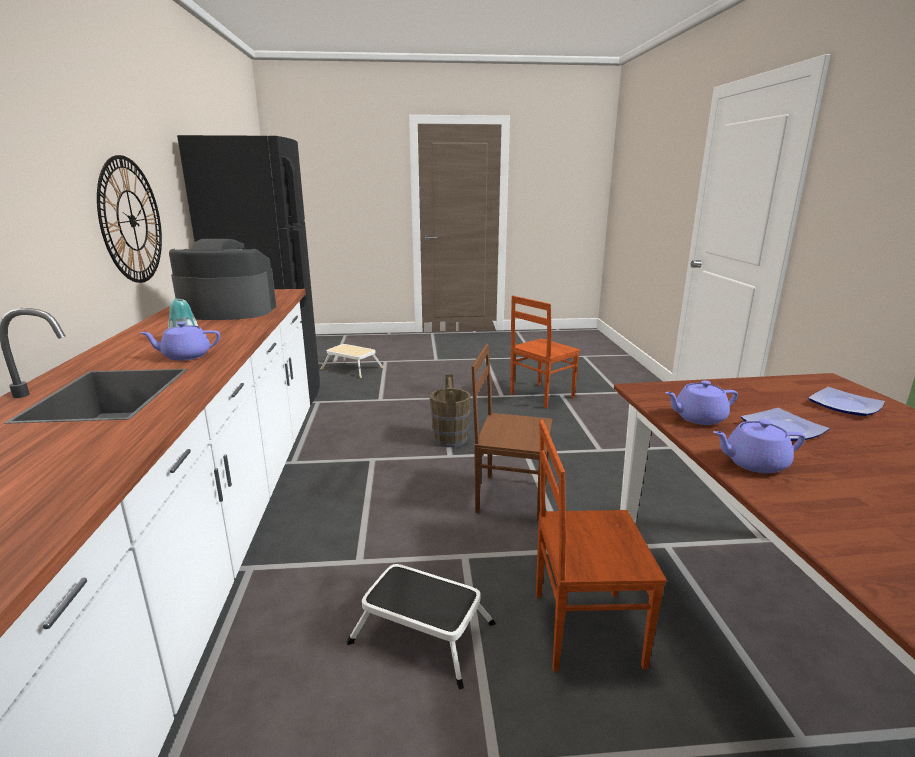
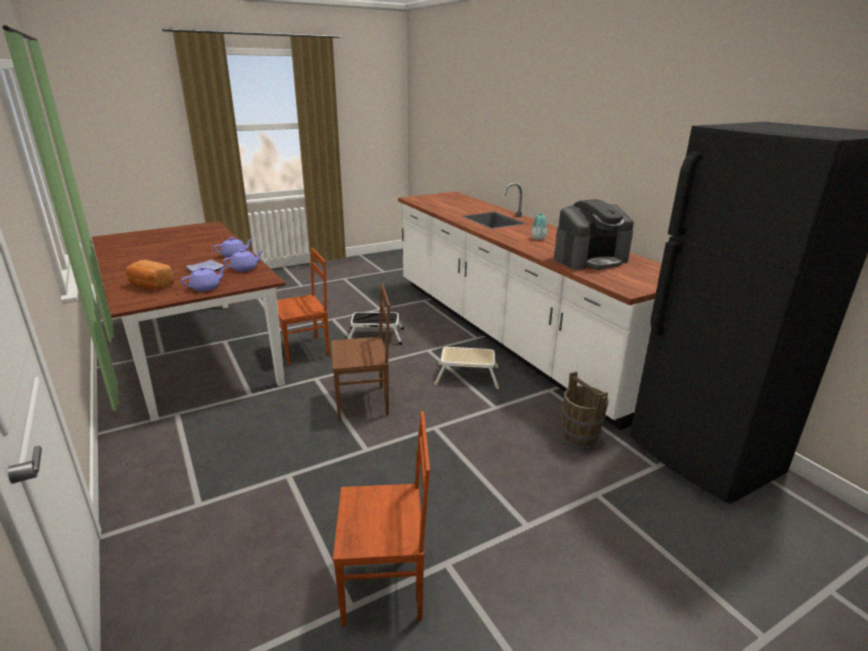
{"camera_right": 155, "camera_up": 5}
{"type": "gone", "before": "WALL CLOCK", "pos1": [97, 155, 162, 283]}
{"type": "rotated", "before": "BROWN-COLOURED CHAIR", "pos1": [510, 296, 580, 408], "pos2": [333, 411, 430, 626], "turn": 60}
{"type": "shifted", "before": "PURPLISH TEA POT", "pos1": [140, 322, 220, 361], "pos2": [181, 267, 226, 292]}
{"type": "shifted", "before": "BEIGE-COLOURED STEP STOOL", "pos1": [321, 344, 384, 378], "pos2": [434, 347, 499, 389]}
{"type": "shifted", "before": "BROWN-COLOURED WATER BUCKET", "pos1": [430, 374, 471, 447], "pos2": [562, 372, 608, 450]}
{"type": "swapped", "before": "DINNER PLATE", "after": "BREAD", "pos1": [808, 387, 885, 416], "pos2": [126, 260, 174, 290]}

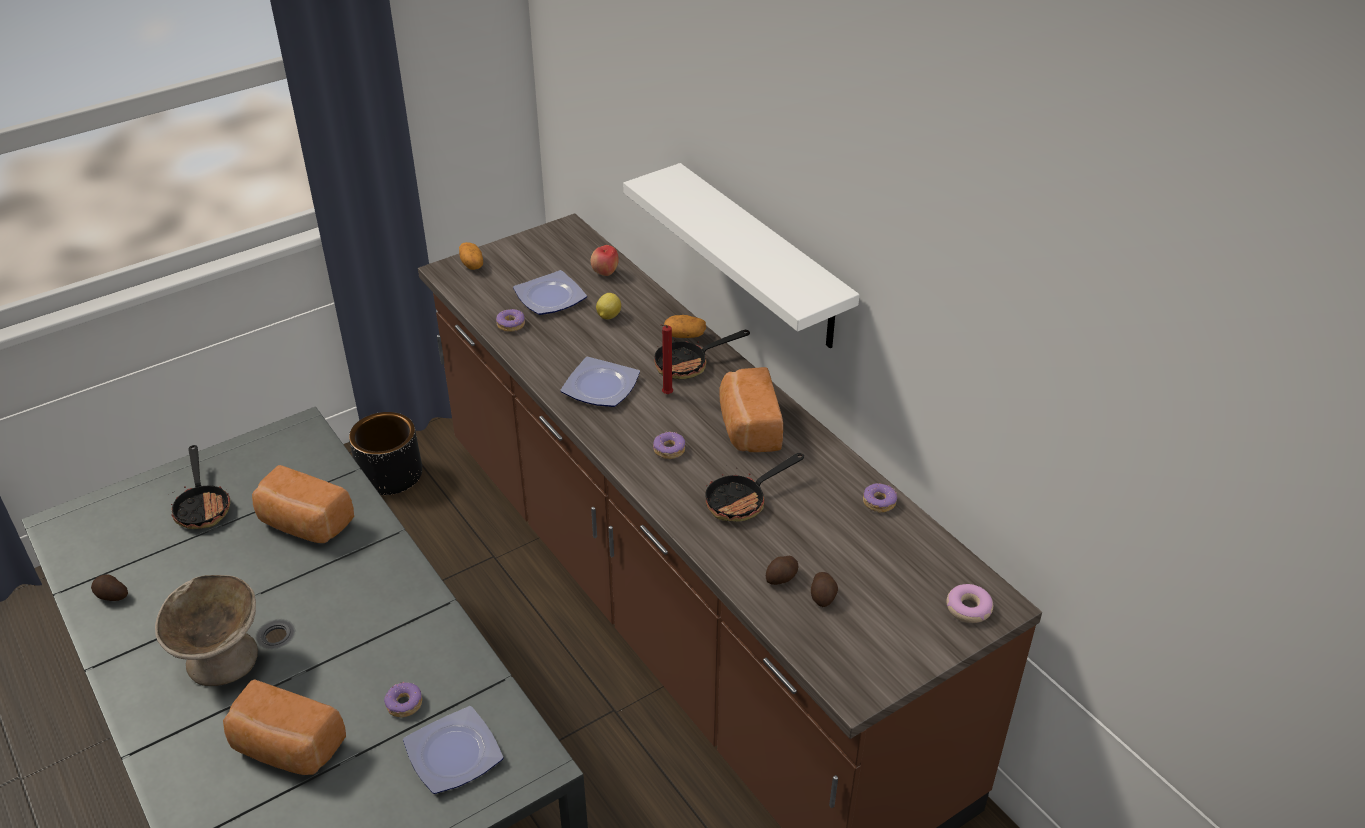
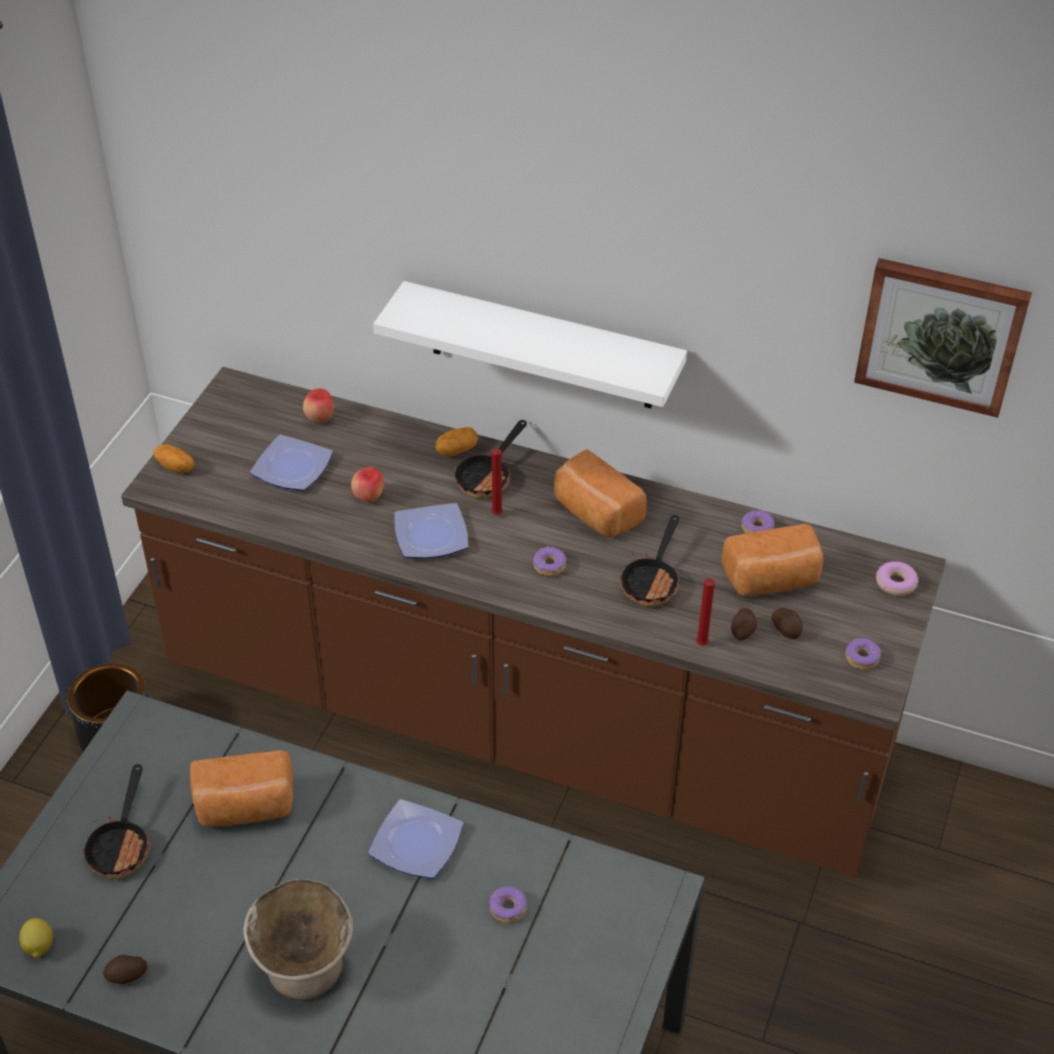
{"camera_right": -35, "camera_up": 5}
{"type": "shifted", "before": "WHOLE LEMON", "pos1": [596, 293, 621, 319], "pos2": [19, 918, 53, 958]}
{"type": "shifted", "before": "RING DOUGHNUT", "pos1": [496, 309, 525, 332], "pos2": [846, 638, 881, 670]}
{"type": "rotated", "before": "FRYING PAN", "pos1": [168, 445, 230, 529], "pos2": [82, 764, 150, 879], "turn": 60}
{"type": "shifted", "before": "BREAD", "pos1": [223, 679, 346, 775], "pos2": [722, 524, 823, 596]}
{"type": "shifted", "before": "DINNER PLATE", "pos1": [403, 706, 503, 794], "pos2": [368, 799, 464, 879]}
{"type": "new", "after": "PICTURE", "pos2": [854, 258, 1032, 418]}
{"type": "new", "after": "WHOLE APPLE", "pos2": [351, 467, 384, 503]}
{"type": "new", "after": "REDDISH WAX LIGHT", "pos2": [696, 569, 715, 646]}

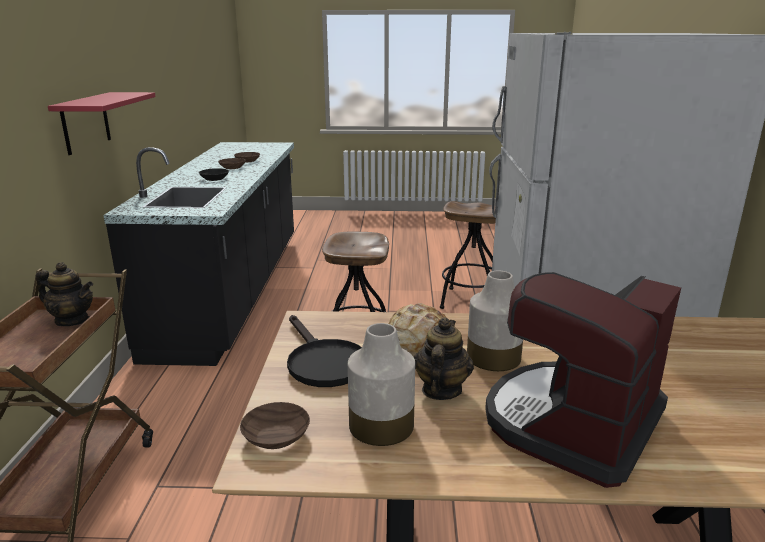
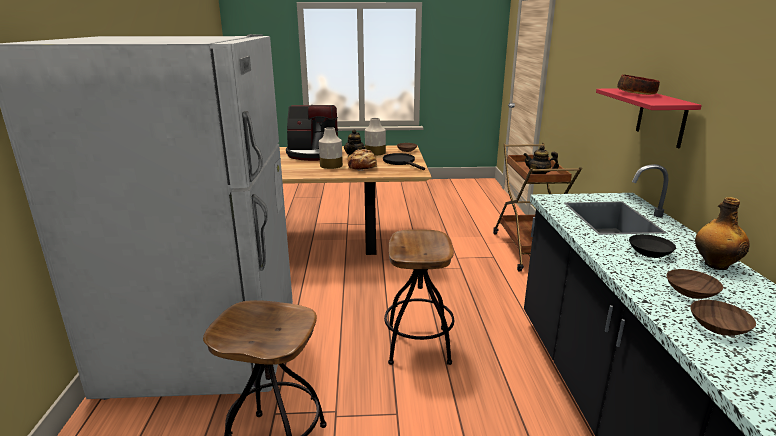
{"camera_right": 175, "camera_up": 0}
{"type": "rotated", "before": "COFFEE MACHINE", "pos1": [485, 272, 681, 488], "pos2": [286, 105, 338, 161], "turn": 60}
{"type": "new", "after": "BOWL", "pos2": [617, 75, 660, 95]}
{"type": "new", "after": "DRINK BOTTLE", "pos2": [695, 197, 750, 270]}

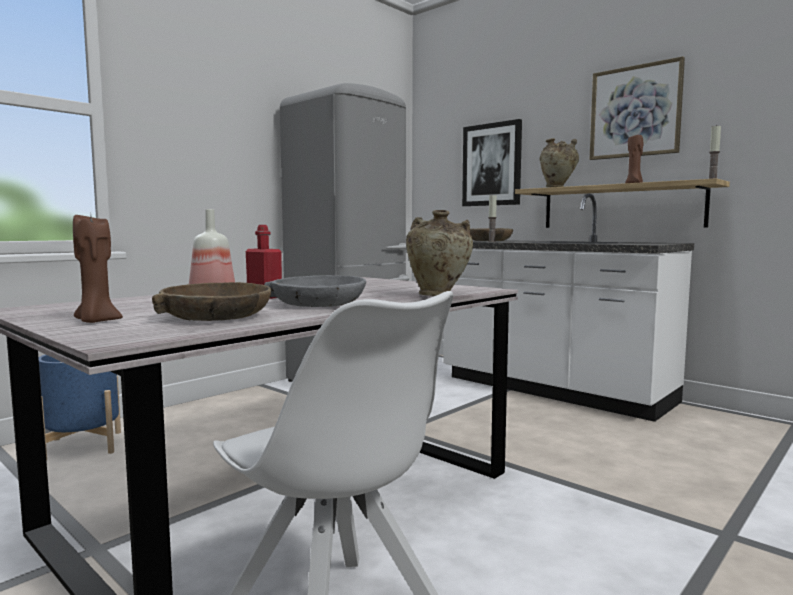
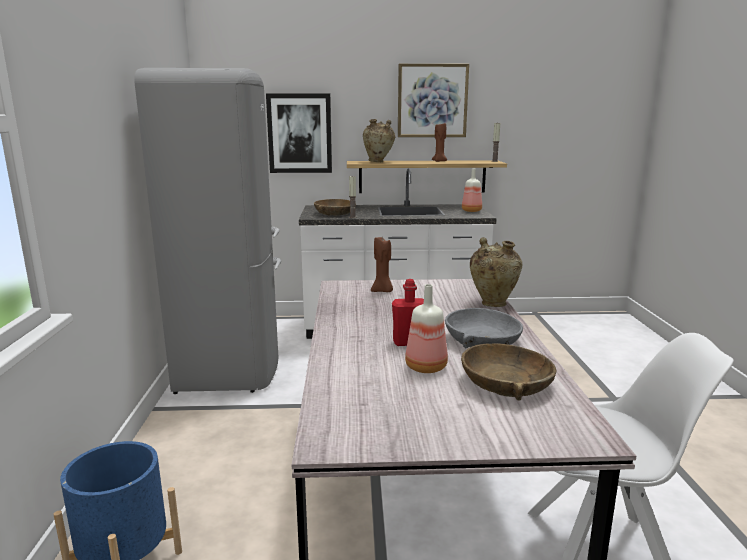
{"camera_right": -45, "camera_up": 10}
{"type": "shifted", "before": "BROWN-COLOURED WAX LIGHT", "pos1": [73, 215, 123, 323], "pos2": [371, 237, 393, 292]}
{"type": "new", "after": "DRINK BOTTLE", "pos2": [462, 169, 482, 212]}

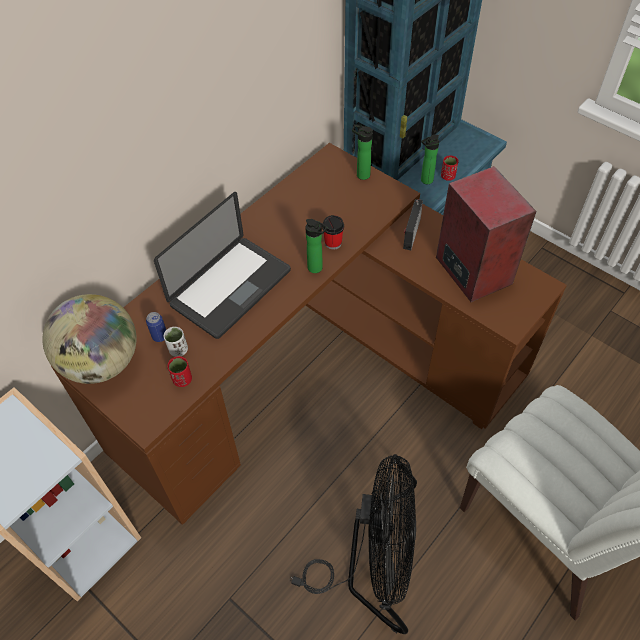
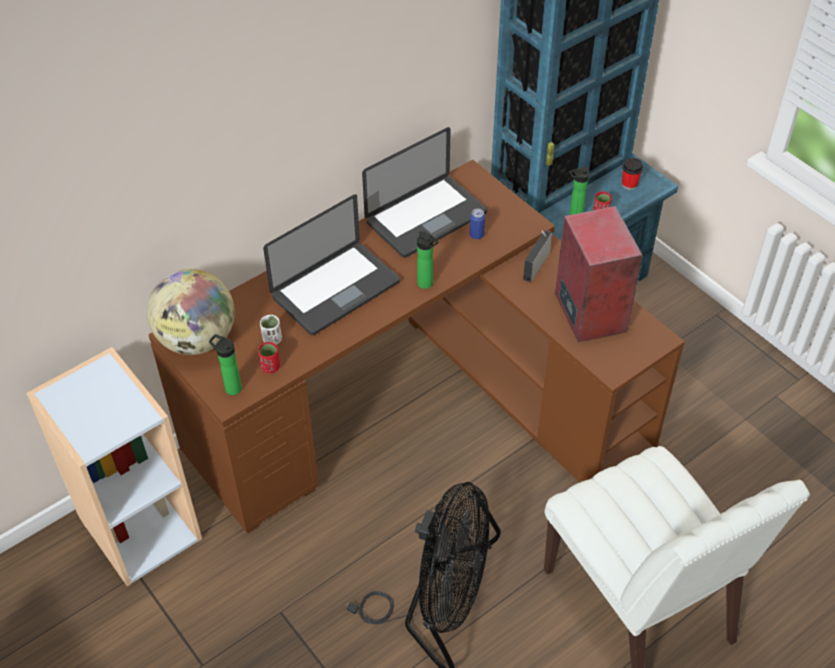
{"camera_right": 10, "camera_up": -5}
{"type": "shifted", "before": "DRINK BOTTLE", "pos1": [352, 124, 373, 180], "pos2": [209, 334, 242, 395]}
{"type": "shifted", "before": "DRINKING CUP", "pos1": [322, 215, 344, 250], "pos2": [622, 158, 643, 190]}
{"type": "shifted", "before": "CAN", "pos1": [146, 312, 166, 342], "pos2": [470, 209, 485, 239]}
{"type": "new", "after": "PORTABLE COMPUTER", "pos2": [362, 127, 487, 258]}

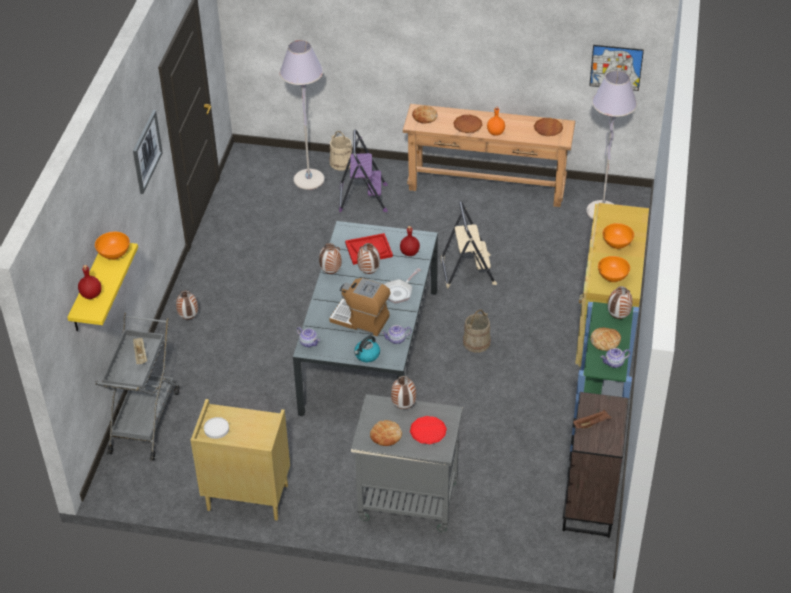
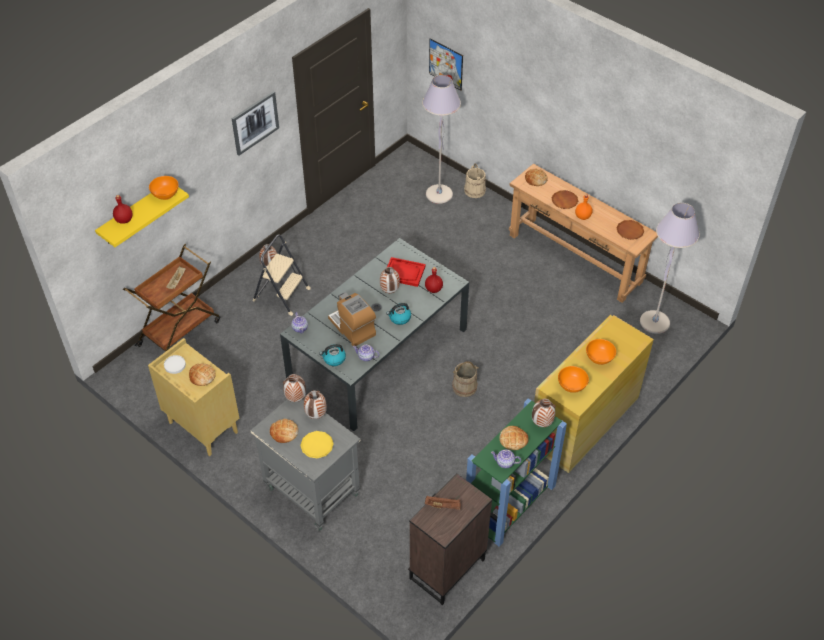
{"camera_right": 30, "camera_up": 5}
{"type": "shifted", "before": "PICTURE", "pos1": [589, 45, 644, 91], "pos2": [429, 38, 463, 91]}
{"type": "gone", "before": "PURPLISH STEP STOOL", "pos1": [339, 130, 388, 212]}
{"type": "shifted", "before": "BEIGE-COLOURED STEP STOOL", "pos1": [441, 201, 497, 288], "pos2": [253, 234, 311, 316]}
{"type": "shifted", "before": "VASE", "pos1": [319, 243, 342, 274], "pos2": [283, 374, 306, 402]}
{"type": "swapped", "before": "FRYING PAN", "after": "WATER KETTLE", "pos1": [384, 268, 421, 304], "pos2": [386, 303, 411, 325]}
{"type": "repainted", "before": "GREY CART", "after": "BROWN-COLOURED CART", "pos1": [95, 313, 180, 460], "pos2": [123, 244, 220, 352]}
{"type": "repainted", "before": "REDDISH DINNER PLATE", "after": "YELLOW-COLOURED DINNER PLATE", "pos1": [410, 416, 447, 444], "pos2": [300, 431, 334, 458]}
{"type": "new", "after": "BREAD", "pos2": [189, 363, 216, 386]}

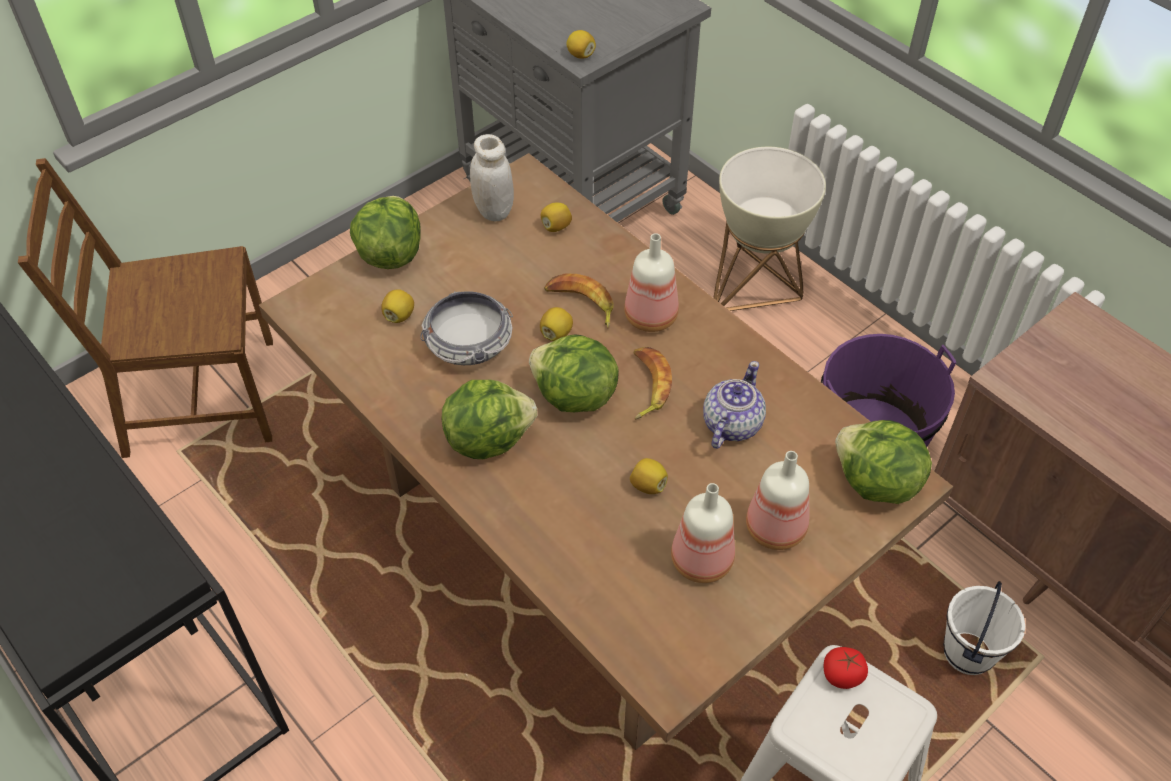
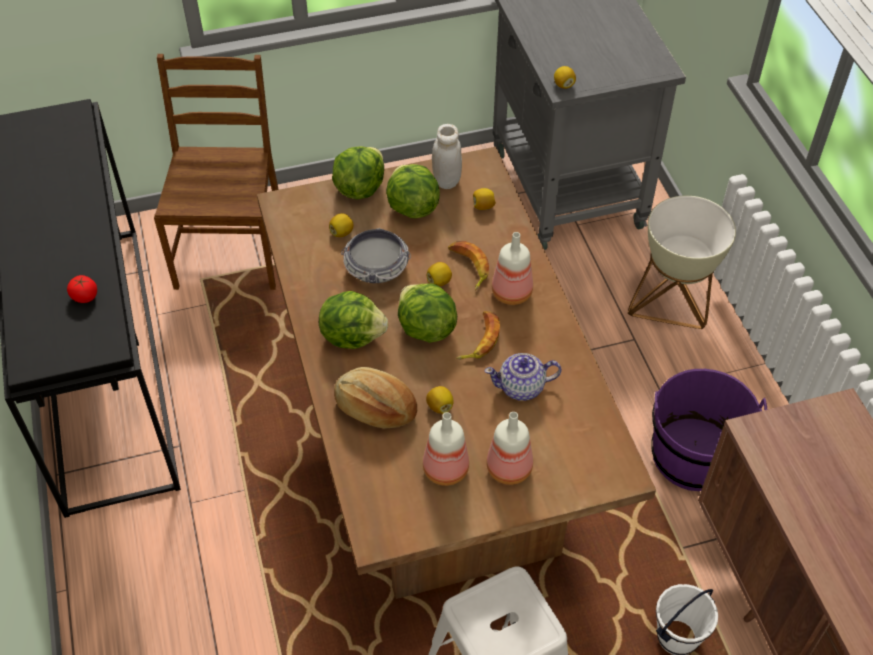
{"camera_right": 25, "camera_up": 0}
{"type": "rotated", "before": "BROWN-COLOURED CHAIR", "pos1": [18, 158, 273, 458], "pos2": [154, 54, 279, 290], "turn": 75}
{"type": "rotated", "before": "TEA POT", "pos1": [703, 361, 766, 449], "pos2": [484, 353, 562, 401], "turn": -150}
{"type": "shifted", "before": "LETTUCE HEAD", "pos1": [835, 420, 932, 504], "pos2": [386, 164, 440, 218]}
{"type": "shifted", "before": "WHOLE TOMATO", "pos1": [824, 647, 868, 689], "pos2": [67, 275, 97, 303]}
{"type": "new", "after": "BREAD", "pos2": [334, 367, 417, 429]}

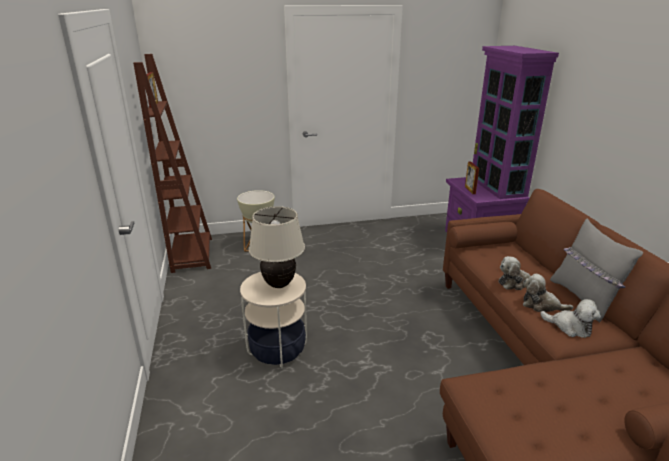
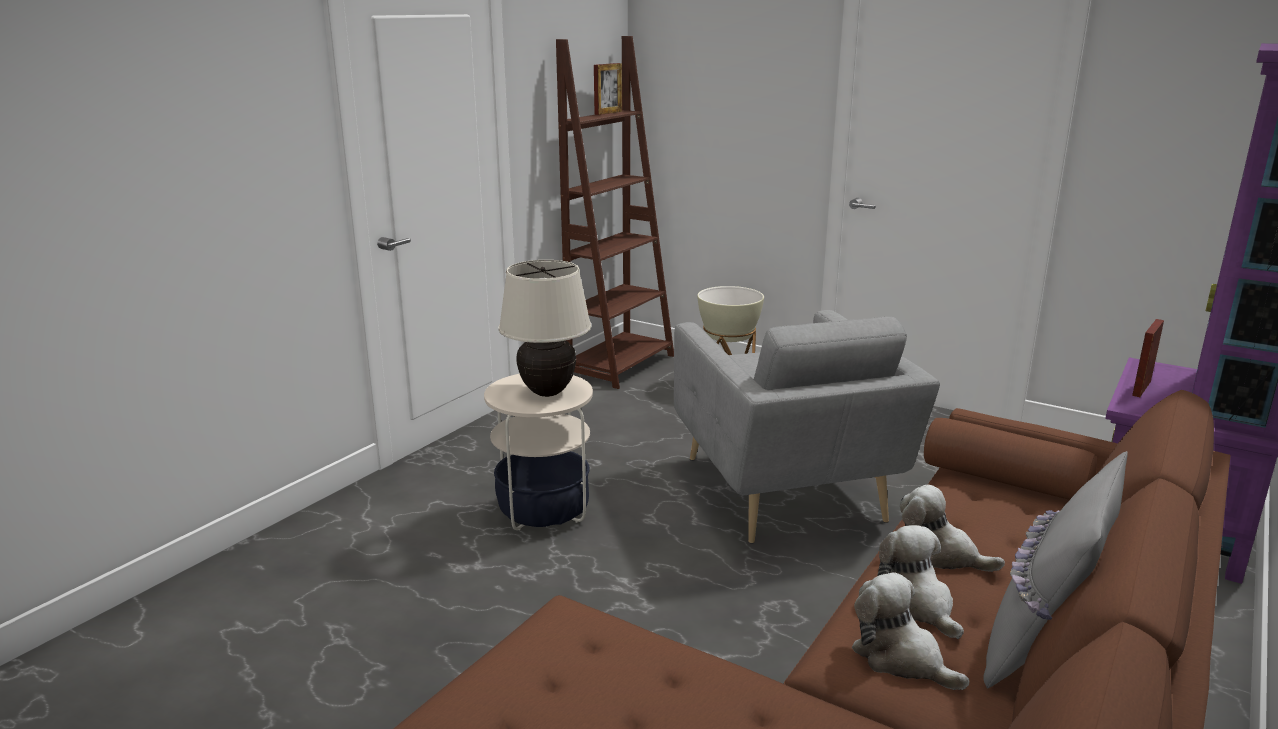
{"camera_right": 45, "camera_up": -5}
{"type": "rotated", "before": "SOFT TOY", "pos1": [540, 299, 601, 338], "pos2": [852, 572, 970, 690], "turn": 150}
{"type": "new", "after": "GREY LOUNGE CHAIR", "pos2": [674, 310, 940, 543]}

